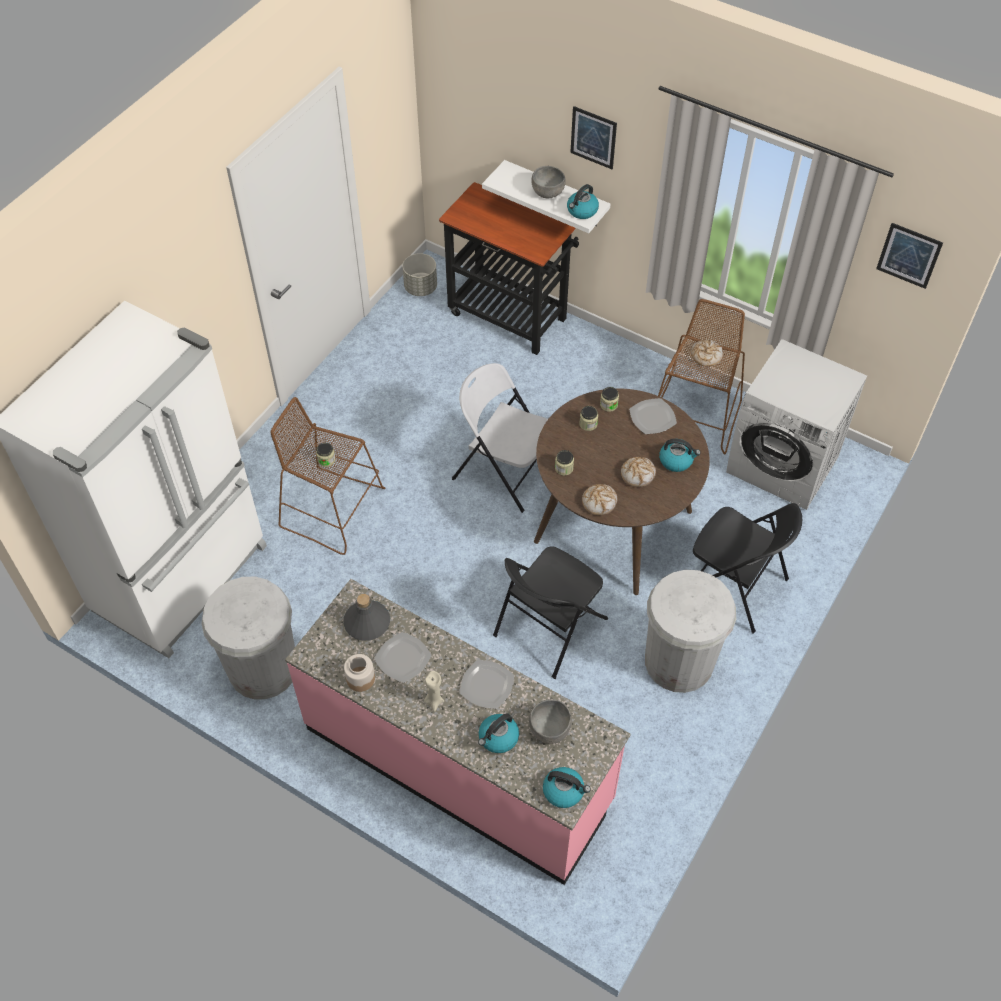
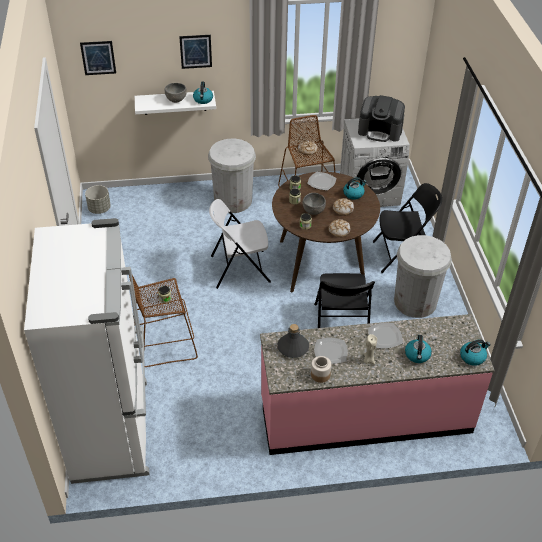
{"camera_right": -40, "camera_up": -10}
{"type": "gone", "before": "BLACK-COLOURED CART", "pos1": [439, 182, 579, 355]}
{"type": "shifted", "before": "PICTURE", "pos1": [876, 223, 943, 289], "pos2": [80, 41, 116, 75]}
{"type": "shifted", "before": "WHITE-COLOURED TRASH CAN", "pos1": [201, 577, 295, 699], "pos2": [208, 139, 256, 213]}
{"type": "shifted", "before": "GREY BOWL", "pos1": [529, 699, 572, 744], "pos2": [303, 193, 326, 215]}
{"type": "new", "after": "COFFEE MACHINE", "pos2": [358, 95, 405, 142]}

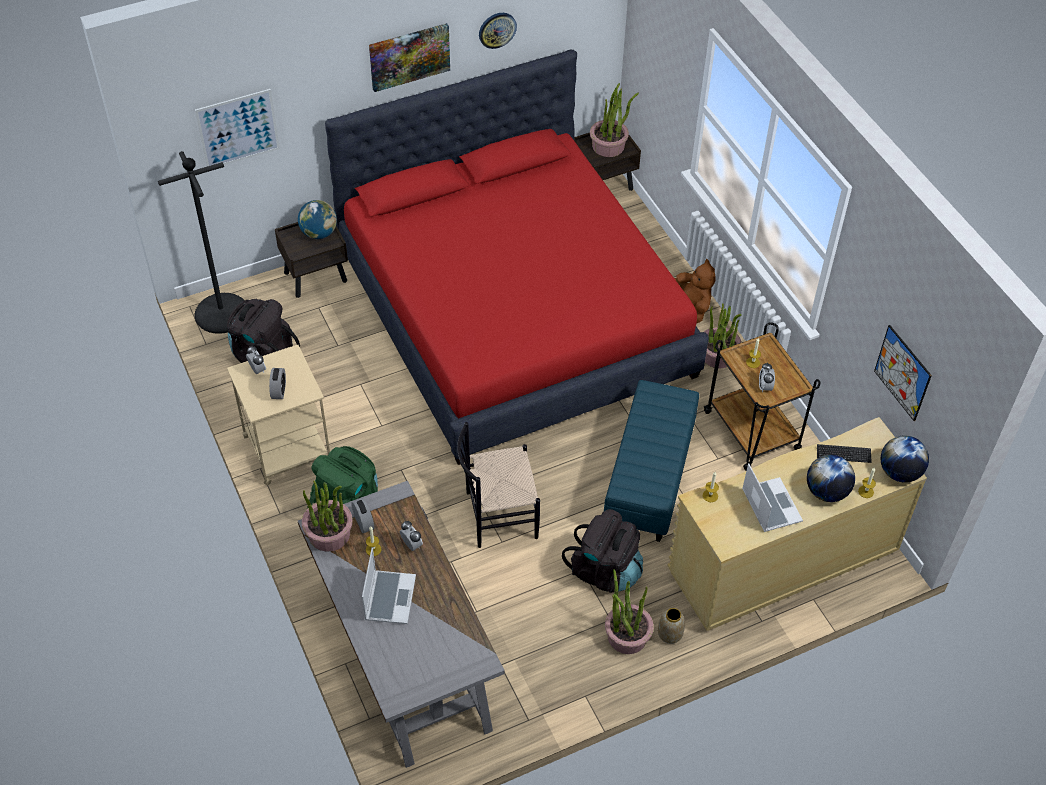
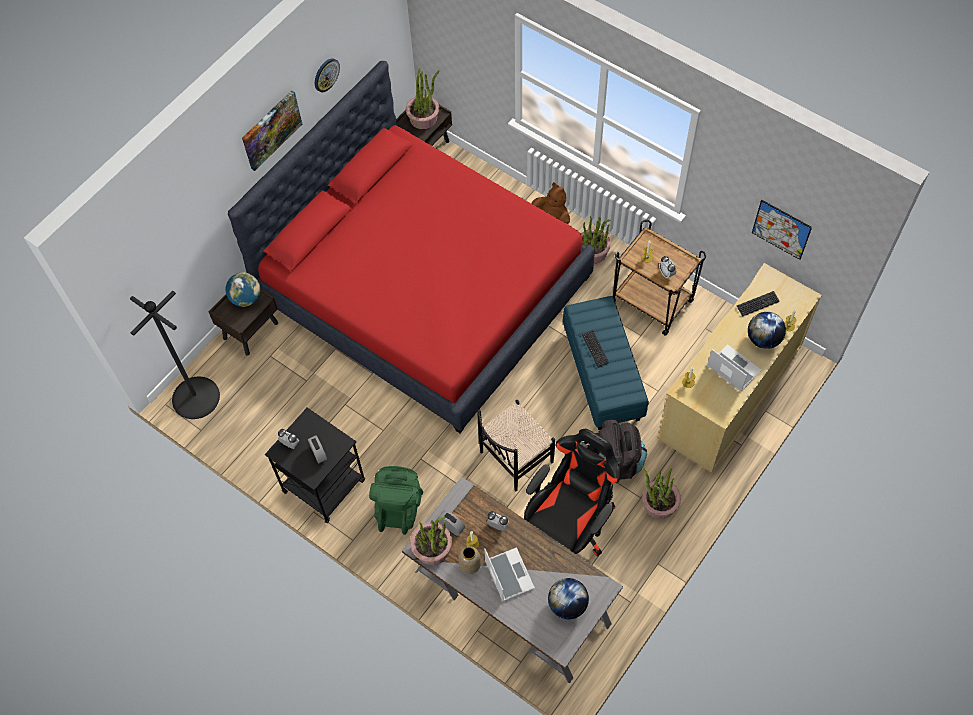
{"camera_right": -25, "camera_up": 10}
{"type": "gone", "before": "PICTURE", "pos1": [195, 89, 280, 167]}
{"type": "gone", "before": "BLACK-COLOURED KNAPSACK", "pos1": [227, 299, 300, 363]}
{"type": "repainted", "before": "BEIGE-COLOURED CART", "after": "BLACK-COLOURED CART", "pos1": [227, 345, 330, 485], "pos2": [265, 407, 365, 523]}
{"type": "shifted", "before": "WORLD GLOBE", "pos1": [881, 436, 929, 483], "pos2": [548, 578, 589, 619]}
{"type": "shifted", "before": "VASE", "pos1": [658, 608, 685, 644], "pos2": [458, 546, 481, 574]}
{"type": "new", "after": "KEYBOARD", "pos2": [582, 330, 609, 368]}
{"type": "new", "after": "BLACK-COLOURED OFFICE CHAIR", "pos2": [524, 429, 620, 557]}

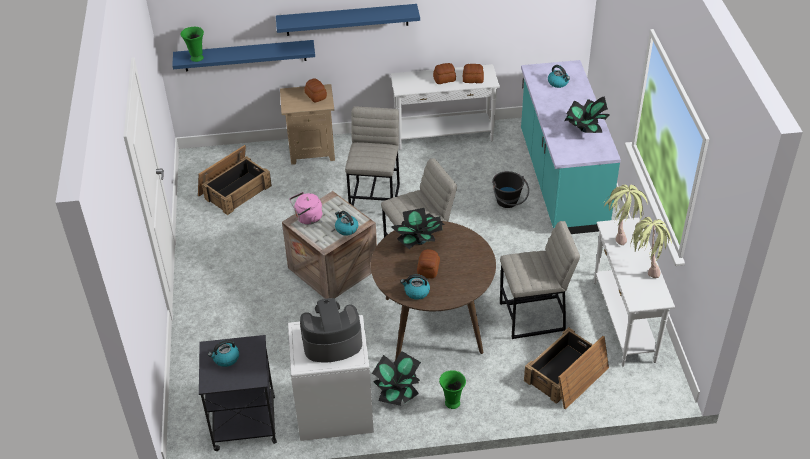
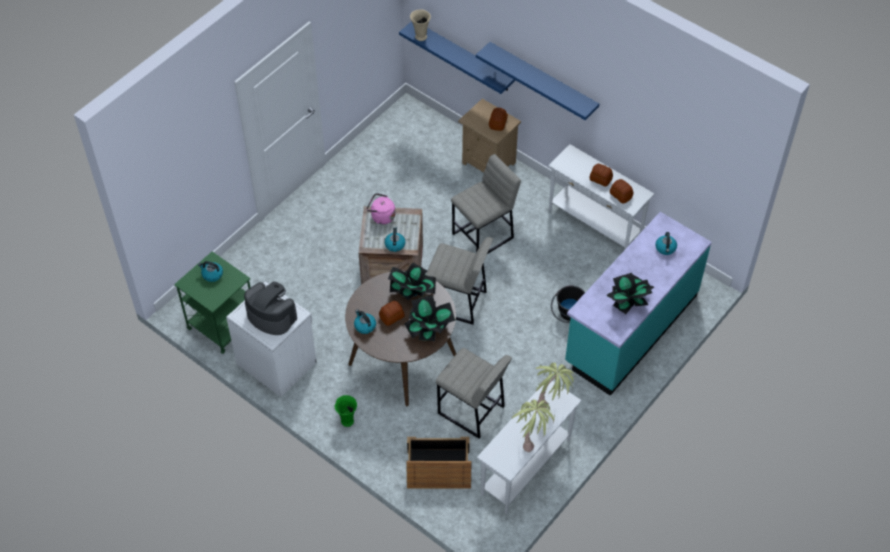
{"camera_right": 45, "camera_up": 10}
{"type": "repainted", "before": "GREEN-COLOURED VASE", "after": "BEIGE-COLOURED VASE", "pos1": [180, 27, 204, 62], "pos2": [410, 9, 431, 41]}
{"type": "gone", "before": "CRATE", "pos1": [198, 145, 272, 215]}
{"type": "repainted", "before": "BLACK-COLOURED CART", "after": "GREEN-COLOURED CART", "pos1": [199, 335, 277, 451], "pos2": [174, 251, 251, 354]}
{"type": "shifted", "before": "POTTED PLANT", "pos1": [372, 351, 421, 406], "pos2": [404, 295, 455, 341]}

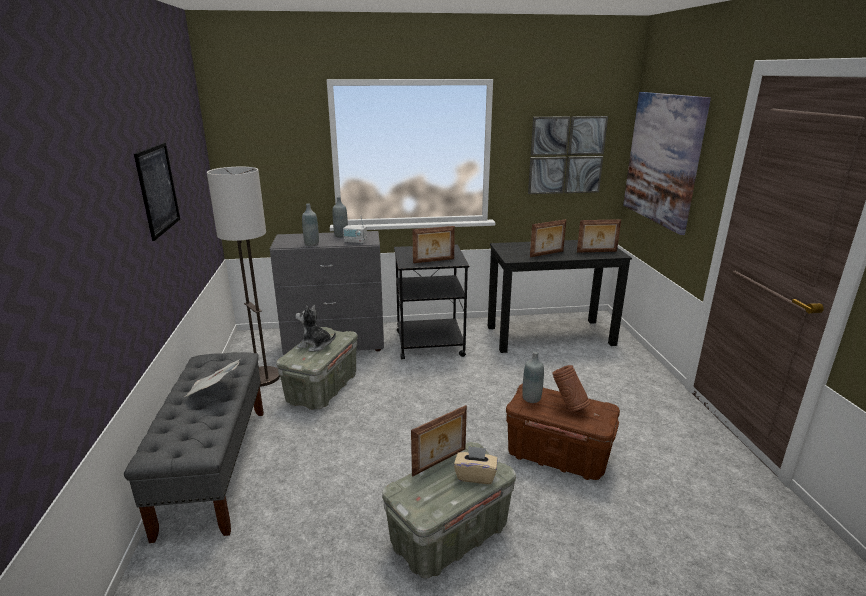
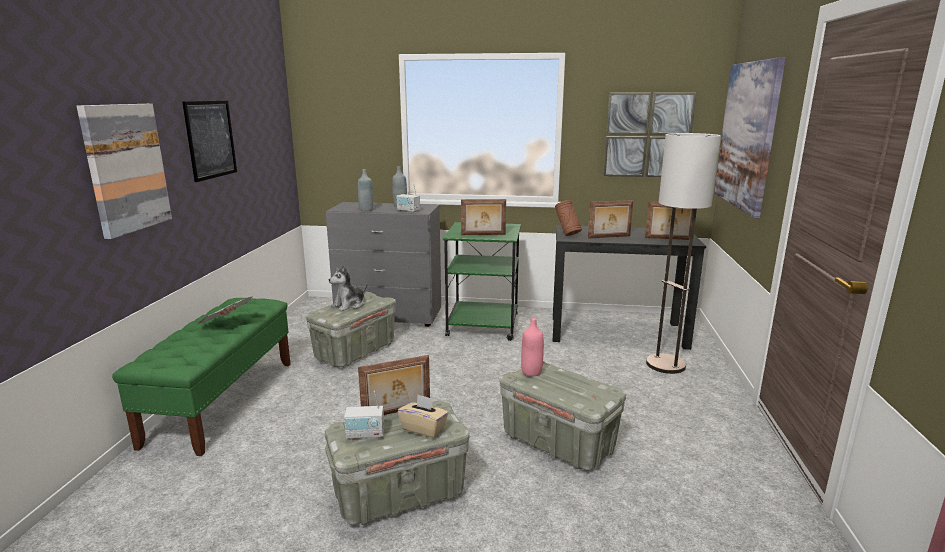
{"camera_right": 15, "camera_up": -5}
{"type": "shifted", "before": "STANDING LAMP", "pos1": [207, 167, 280, 387], "pos2": [646, 133, 721, 374]}
{"type": "repainted", "before": "BLACK-COLOURED CART", "after": "GREEN-COLOURED CART", "pos1": [394, 244, 469, 359], "pos2": [443, 222, 521, 341]}
{"type": "rotated", "before": "SOFT TOY", "pos1": [295, 305, 336, 352], "pos2": [329, 265, 367, 311], "turn": -75}
{"type": "repainted", "before": "GREY DRINK BOTTLE", "after": "PINKISH DRINK BOTTLE", "pos1": [522, 351, 544, 403], "pos2": [521, 318, 544, 376]}
{"type": "repainted", "before": "GREY BENCH", "after": "GREEN-COLOURED BENCH", "pos1": [124, 352, 264, 543], "pos2": [112, 298, 291, 456]}
{"type": "shifted", "before": "BROWN-COLOURED VASE", "pos1": [552, 365, 590, 412], "pos2": [555, 200, 582, 236]}
{"type": "repainted", "before": "BROWN-COLOURED STORAGE CONTAINER", "after": "GREY STORAGE CONTAINER", "pos1": [506, 384, 620, 480], "pos2": [500, 361, 626, 470]}
{"type": "new", "after": "PICTURE", "pos2": [77, 104, 172, 239]}
{"type": "new", "after": "RADIO SET", "pos2": [344, 391, 384, 439]}

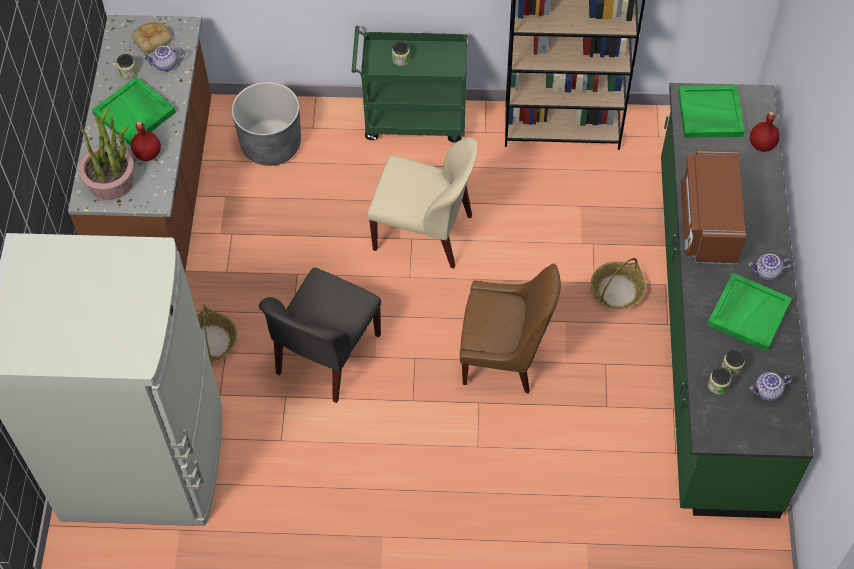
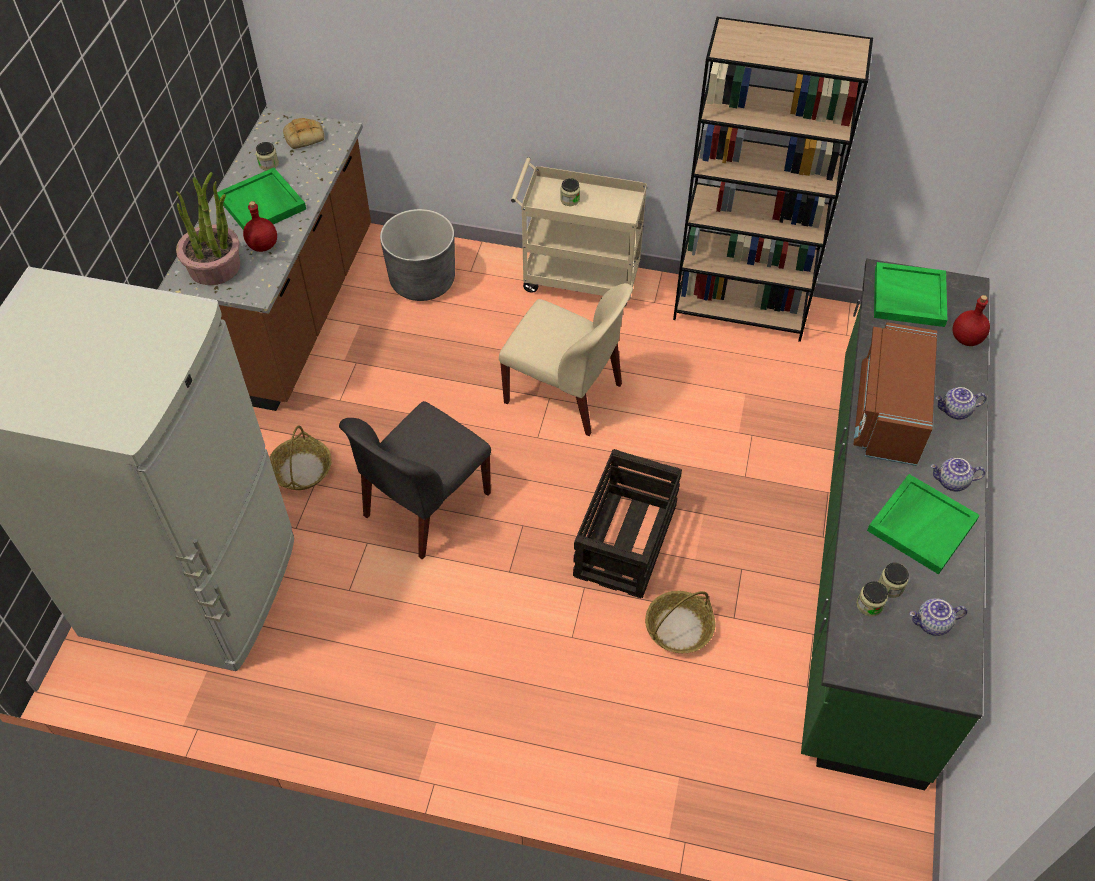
{"camera_right": 10, "camera_up": -5}
{"type": "repainted", "before": "GREEN-COLOURED CART", "after": "BEIGE-COLOURED CART", "pos1": [352, 26, 467, 143], "pos2": [511, 157, 647, 306]}
{"type": "shifted", "before": "TEA POT", "pos1": [143, 46, 185, 71], "pos2": [935, 387, 987, 419]}
{"type": "shifted", "before": "STORAGE BASKET", "pos1": [591, 258, 646, 309], "pos2": [645, 591, 715, 653]}
{"type": "swapped", "before": "BROWN-COLOURED CHAIR", "after": "CRATE", "pos1": [460, 264, 561, 394], "pos2": [573, 449, 682, 598]}

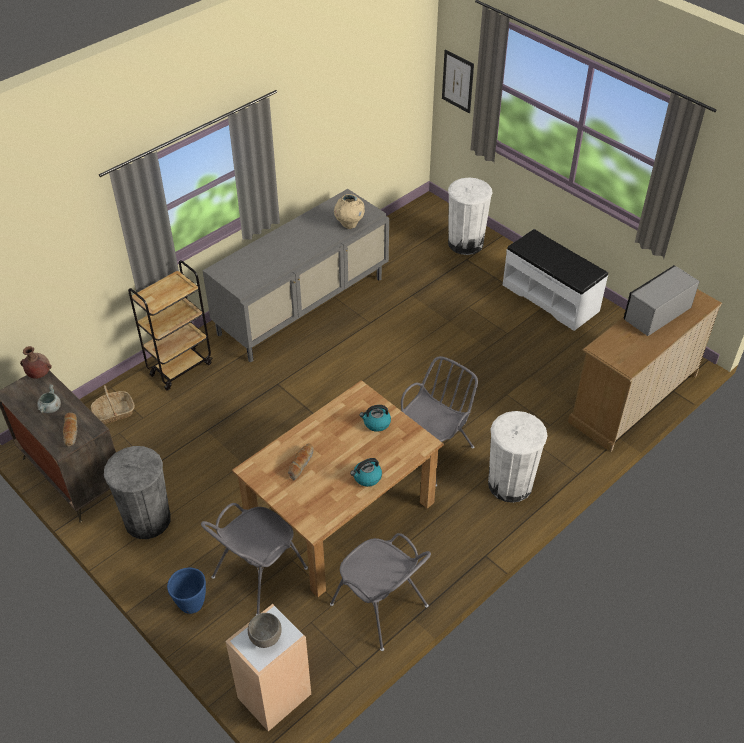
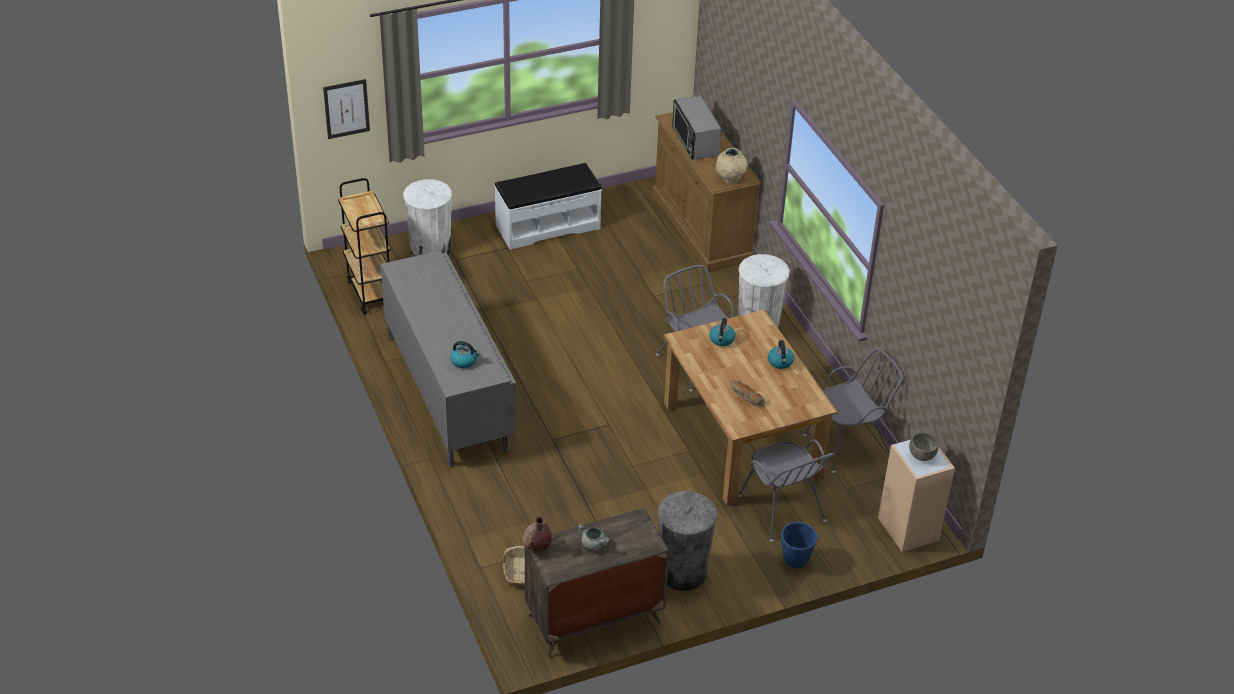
{"camera_right": -70, "camera_up": -5}
{"type": "shifted", "before": "BEIGE-COLOURED VASE", "pos1": [334, 194, 365, 229], "pos2": [716, 148, 747, 184]}
{"type": "shifted", "before": "BROWN-COLOURED CART", "pos1": [128, 260, 213, 390], "pos2": [338, 178, 391, 315]}
{"type": "gone", "before": "BREAD", "pos1": [63, 413, 77, 447]}
{"type": "new", "after": "WATER KETTLE", "pos2": [450, 341, 480, 368]}

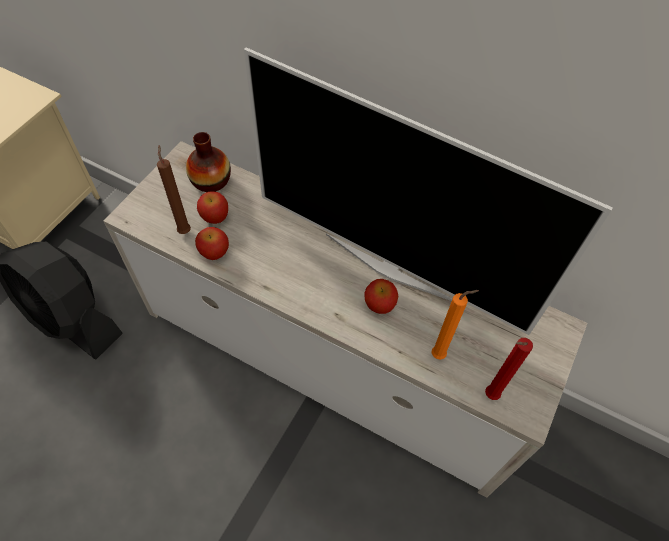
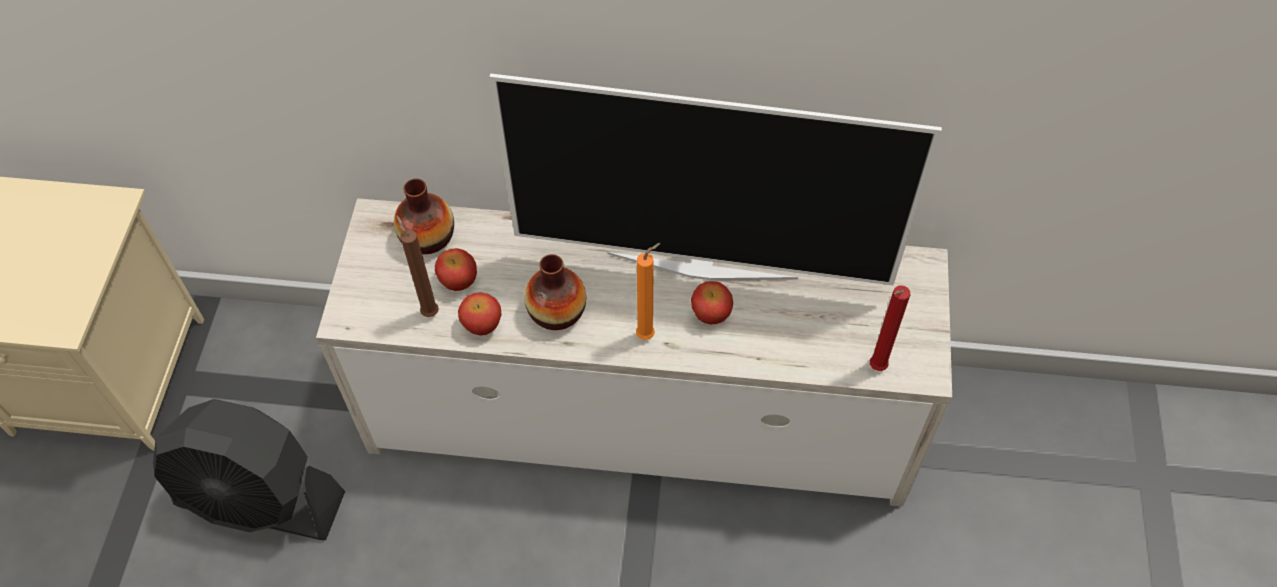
{"camera_right": -20, "camera_up": 0}
{"type": "shifted", "before": "ORANGE-COLOURED WAX LIGHT", "pos1": [431, 290, 479, 360], "pos2": [636, 243, 661, 340]}
{"type": "new", "after": "VASE", "pos2": [524, 254, 586, 330]}

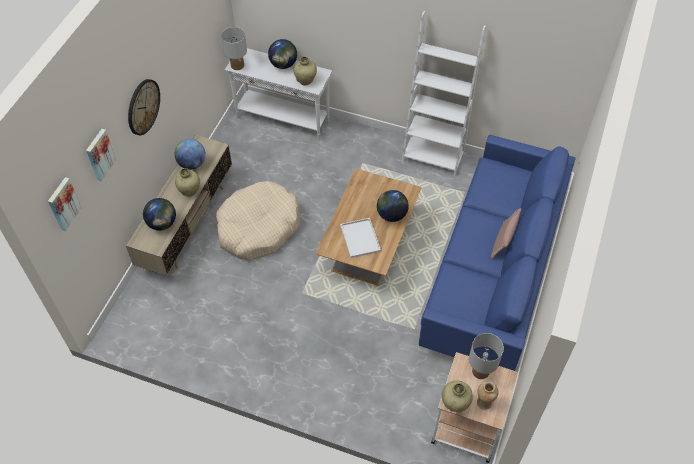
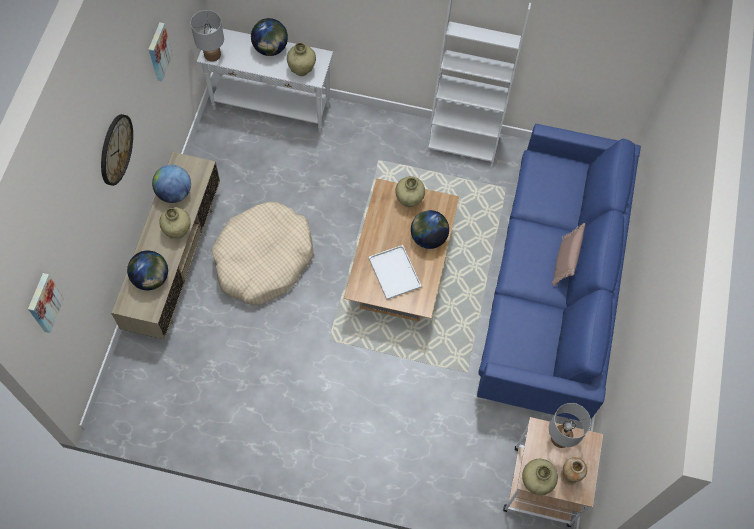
{"camera_right": -10, "camera_up": 10}
{"type": "shifted", "before": "PICTURE", "pos1": [86, 129, 116, 181], "pos2": [149, 22, 173, 81]}
{"type": "new", "after": "BEIGE-COLOURED VASE", "pos2": [395, 176, 425, 207]}

